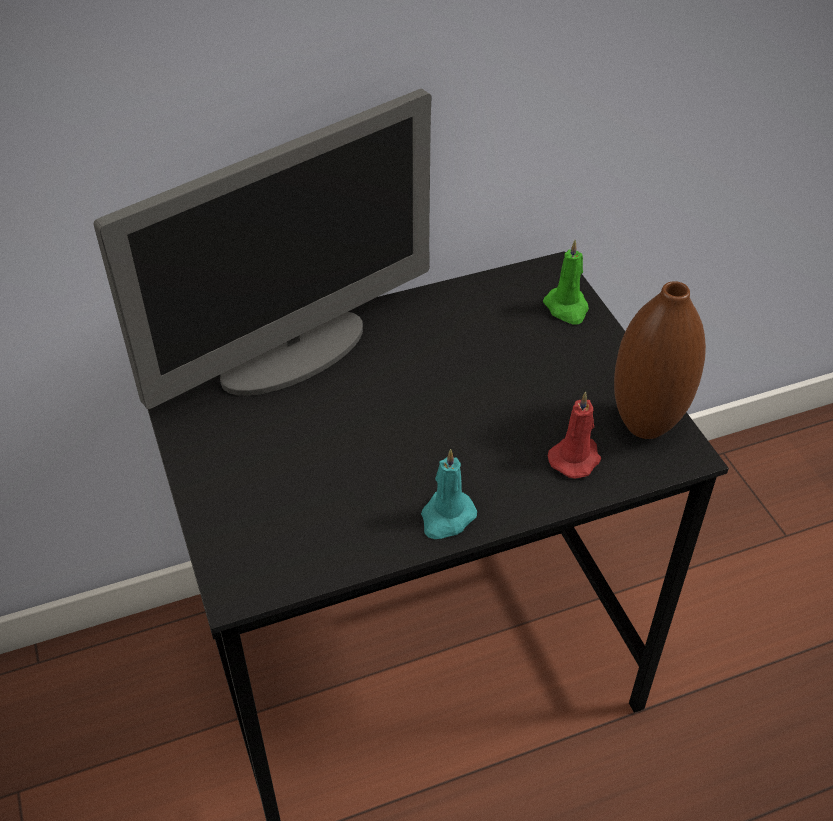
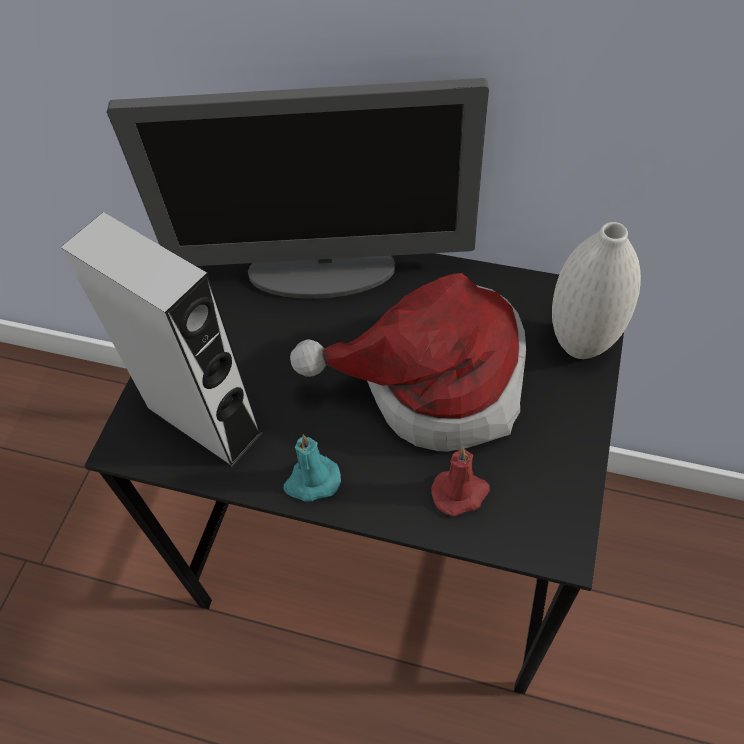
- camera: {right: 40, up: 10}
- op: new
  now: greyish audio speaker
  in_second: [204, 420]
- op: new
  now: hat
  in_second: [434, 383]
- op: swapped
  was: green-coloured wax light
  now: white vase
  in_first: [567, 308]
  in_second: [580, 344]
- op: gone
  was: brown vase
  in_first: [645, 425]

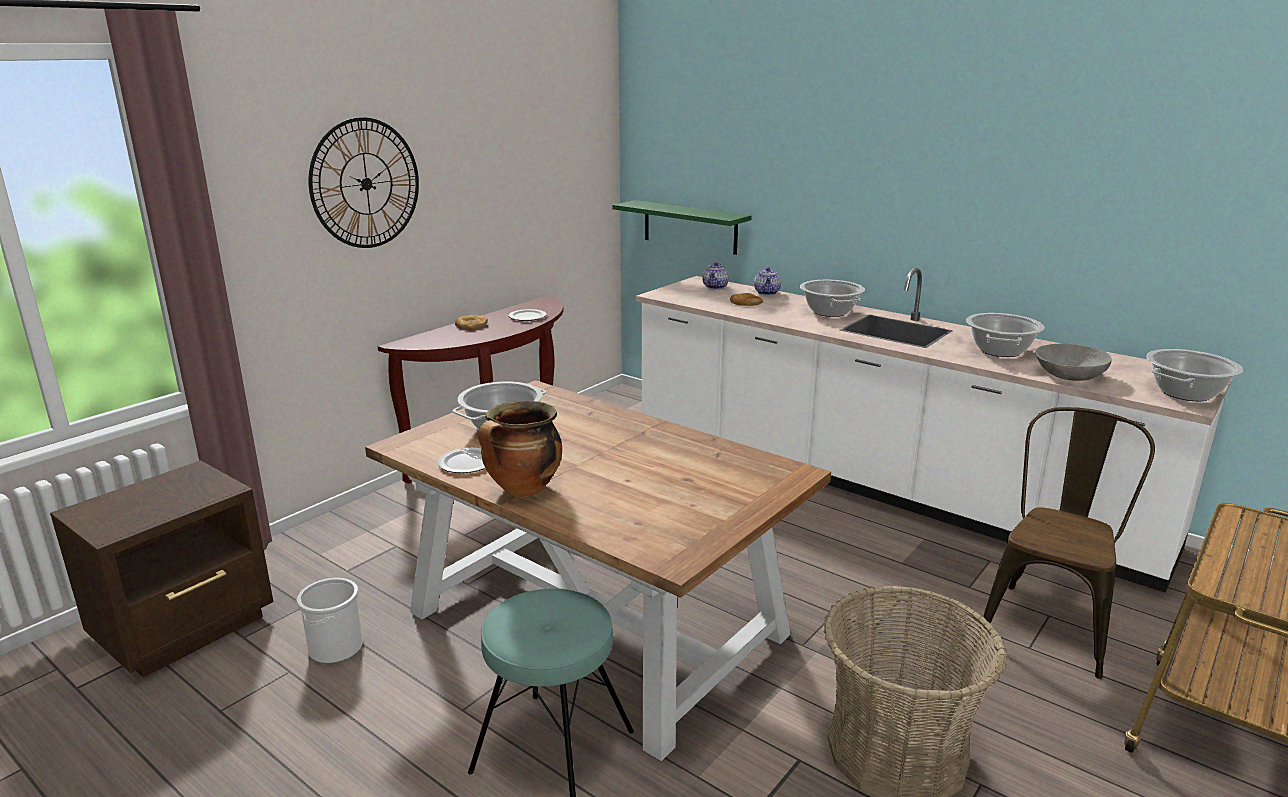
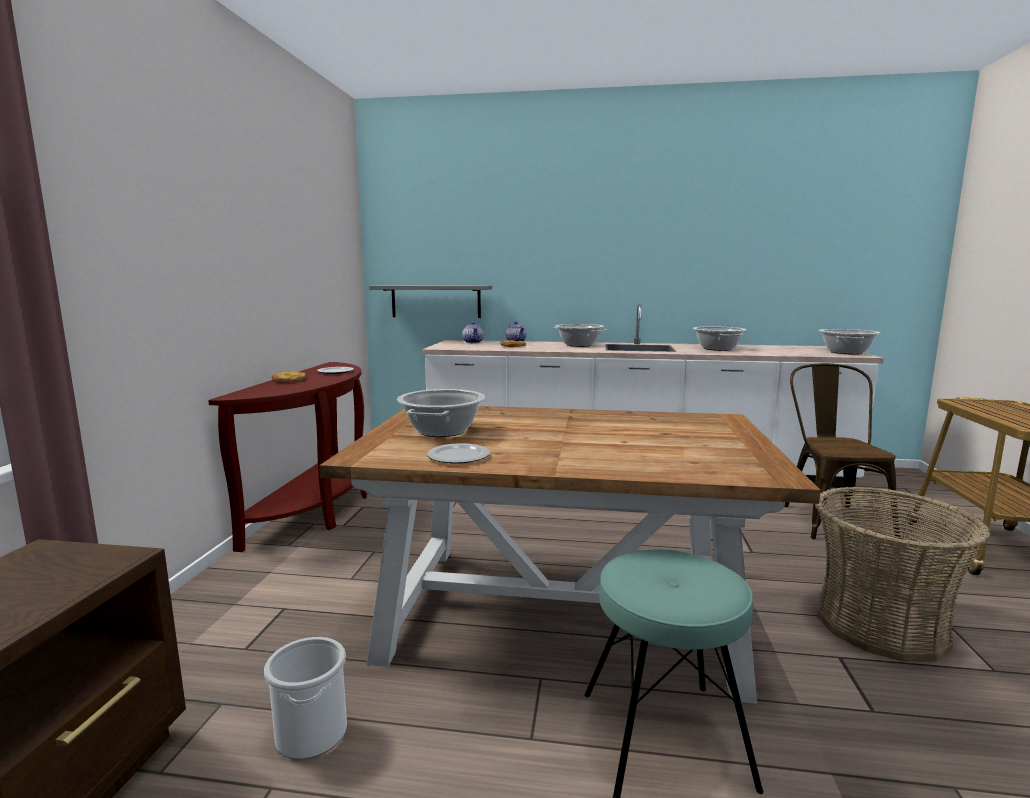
- camera: {right: -30, up: -10}
- op: repainted
  was: green-coloured shelf
  now: greyish shelf
  in_first: [690, 227]
  in_second: [436, 301]
- op: gone
  was: hanging clock
  in_first: [366, 183]
- op: gone
  was: stockpot
  in_first: [523, 490]
- op: gone
  was: greyish serving bowl
  in_first: [1069, 375]

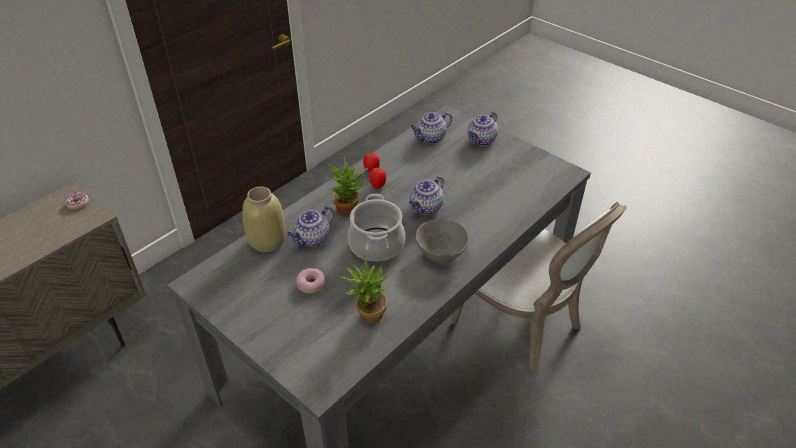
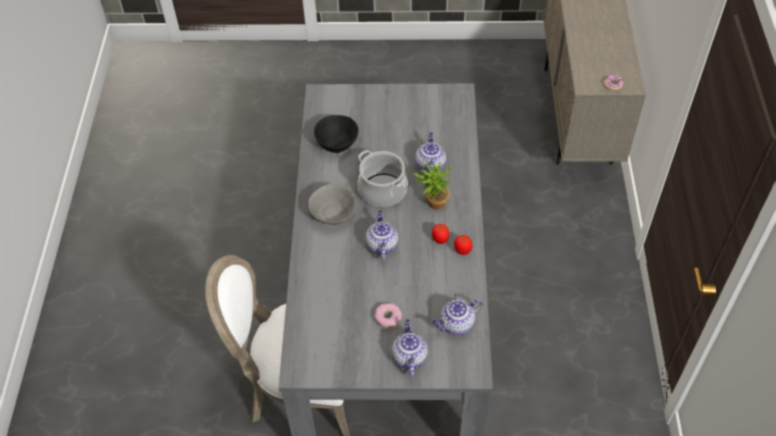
- camera: {right: 140, up: 10}
- op: swapped
  was: potted plant
  now: black-coloured serving bowl
  in_first: [367, 314]
  in_second: [337, 144]
- op: shifted
  was: ring doughnut
  in_first: [310, 284]
  in_second: [388, 317]
- op: rotated
  was: teapot
  in_first: [430, 138]
  in_second: [456, 325]
  clockwise: -135
- op: gone
  was: beige vase
  in_first: [267, 241]

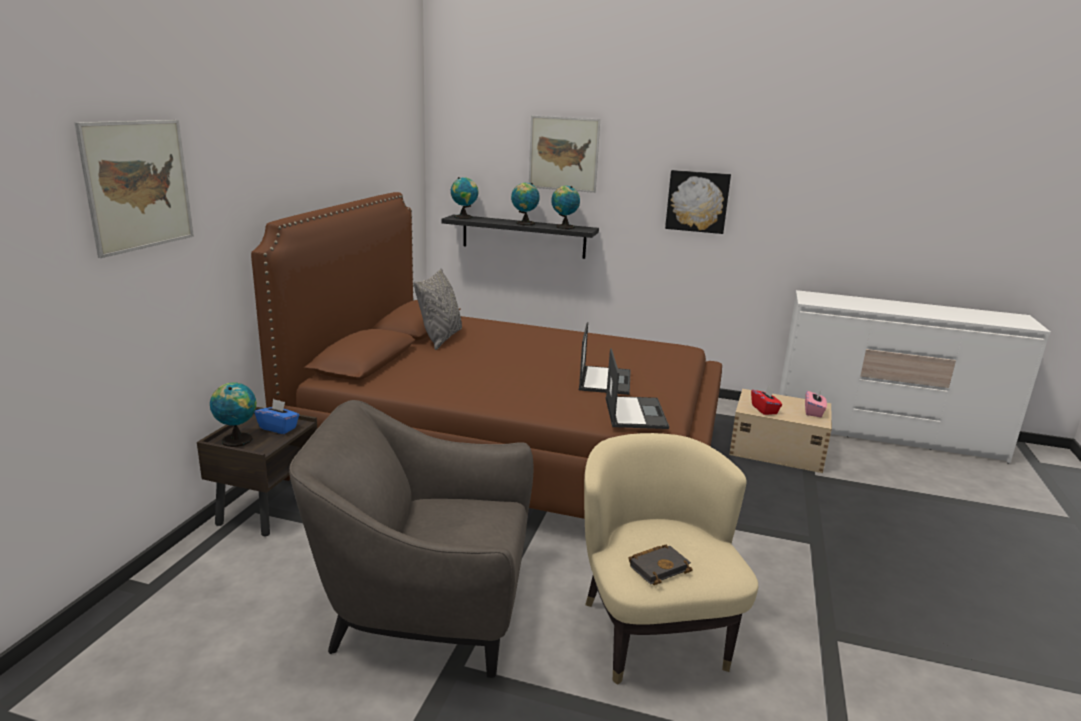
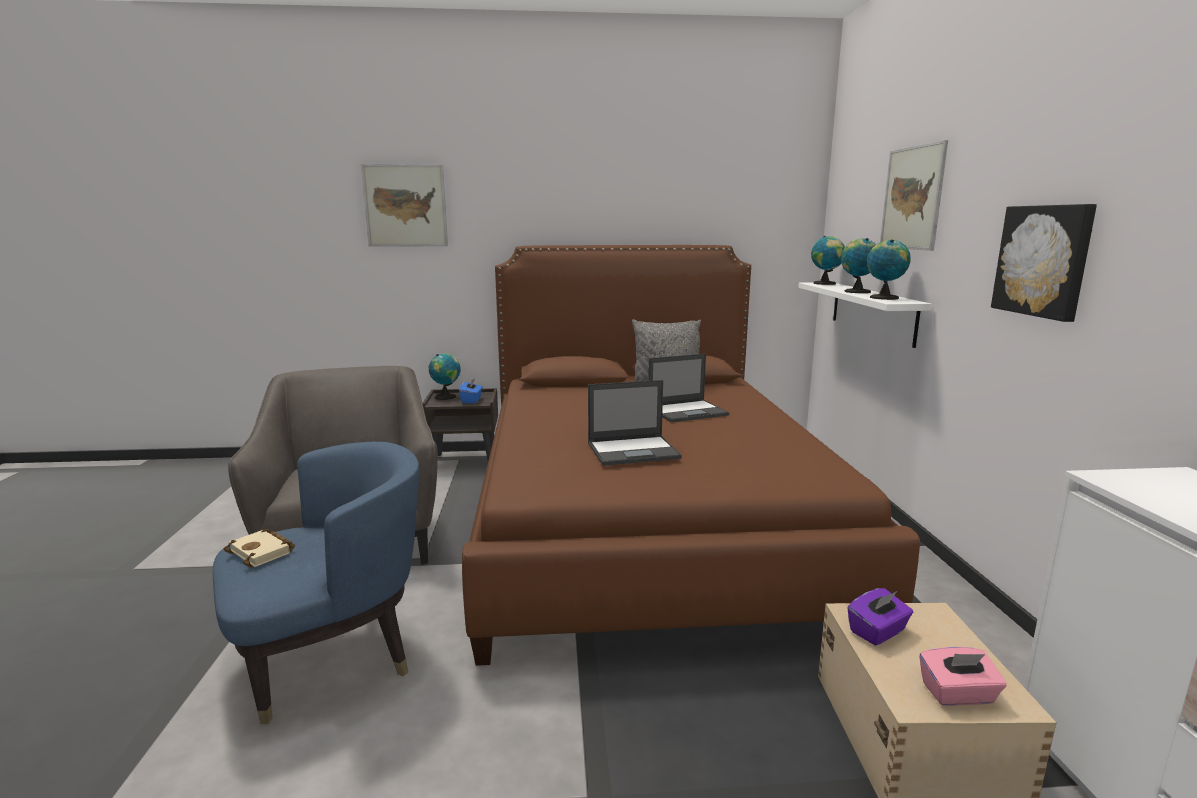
- camera: {right: 70, up: -5}
- op: repainted
  was: beige easy chair
  now: blue easy chair
  in_first: [652, 631]
  in_second: [332, 658]
- op: repainted
  was: black-coloured bound book
  now: beige bound book
  in_first: [659, 567]
  in_second: [263, 552]
- op: shifted
  was: laptop
  in_first: [635, 412]
  in_second: [688, 411]
- op: repainted
  was: black-coloured shelf
  now: white shelf
  in_first: [523, 236]
  in_second: [872, 312]
- op: repainted
  was: reddish box of tissues
  now: purple box of tissues
  in_first: [764, 409]
  in_second: [878, 632]

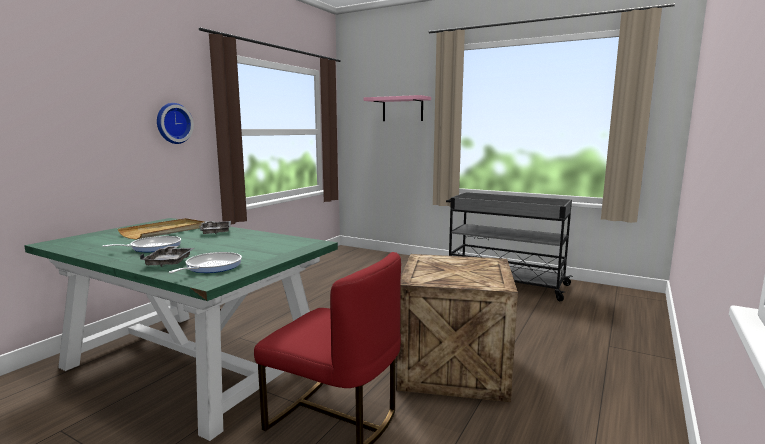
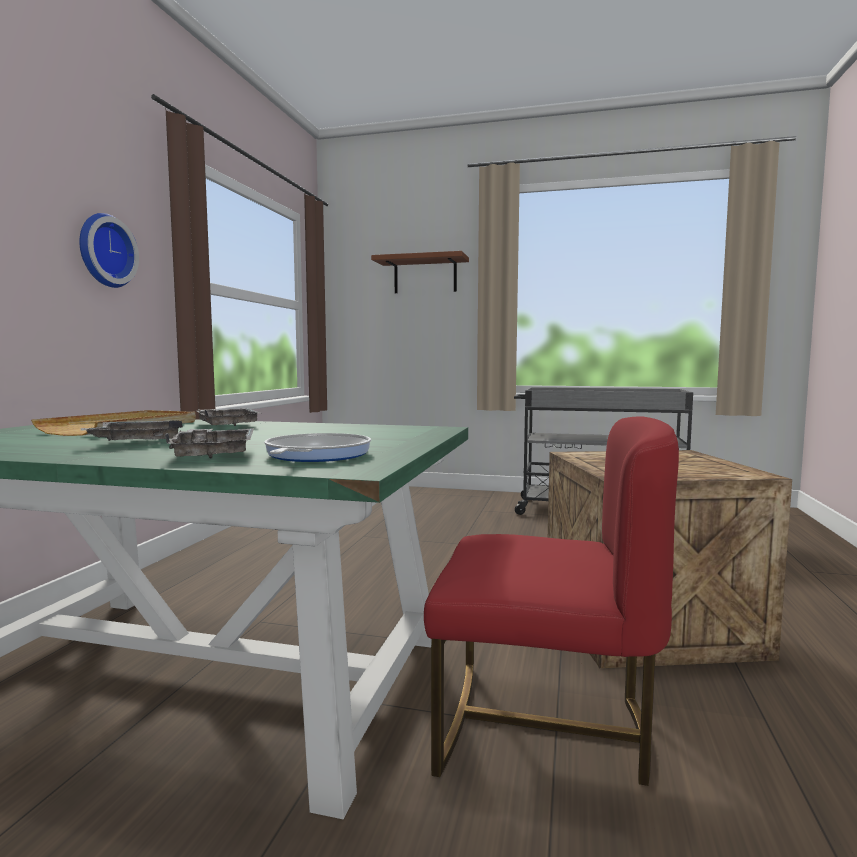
- camera: {right: -15, up: -5}
- op: swapped
  was: pan
  now: greyish tray
  in_first: [153, 247]
  in_second: [138, 442]
- op: repainted
  was: pink shelf
  now: brown shelf
  in_first: [402, 109]
  in_second: [425, 275]

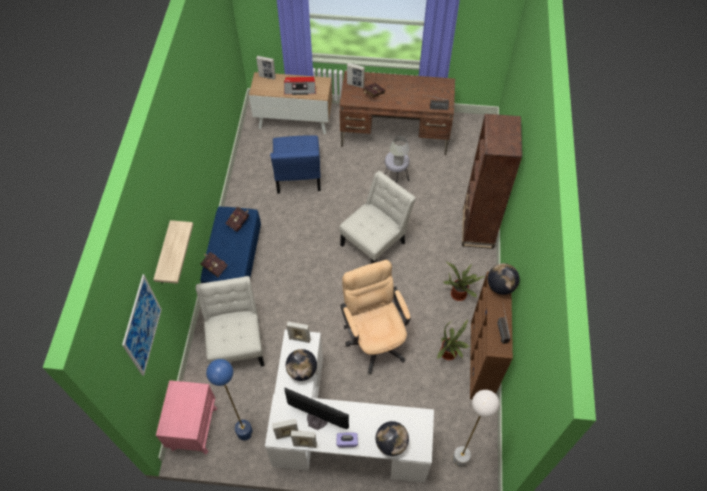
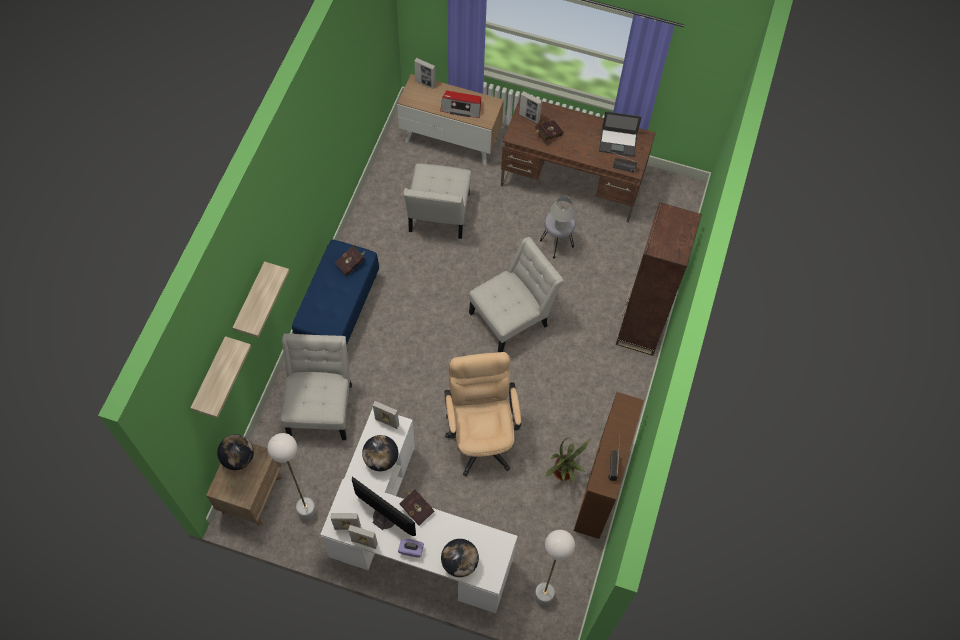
- camera: {right: 10, up: 5}
- op: swapped
  was: wall art
  now: shelf
  in_first: [142, 325]
  in_second: [210, 377]
- op: repainted
  was: pink night table
  now: brown night table
  in_first: [194, 427]
  in_second: [252, 493]
- op: shifted
  was: world globe
  in_first: [500, 286]
  in_second: [238, 458]
- op: repainted
  was: blue floor lamp
  now: white floor lamp
  in_first: [244, 432]
  in_second: [307, 512]
- op: shifted
  was: reddish bound book
  in_first: [214, 267]
  in_second: [416, 508]
- op: repainted
  was: blue chair
  now: white chair
  in_first: [298, 177]
  in_second: [438, 216]
- op: new
  now: laptop
  in_second: [618, 142]
- op: gone
  was: potted plant
  in_first: [459, 293]

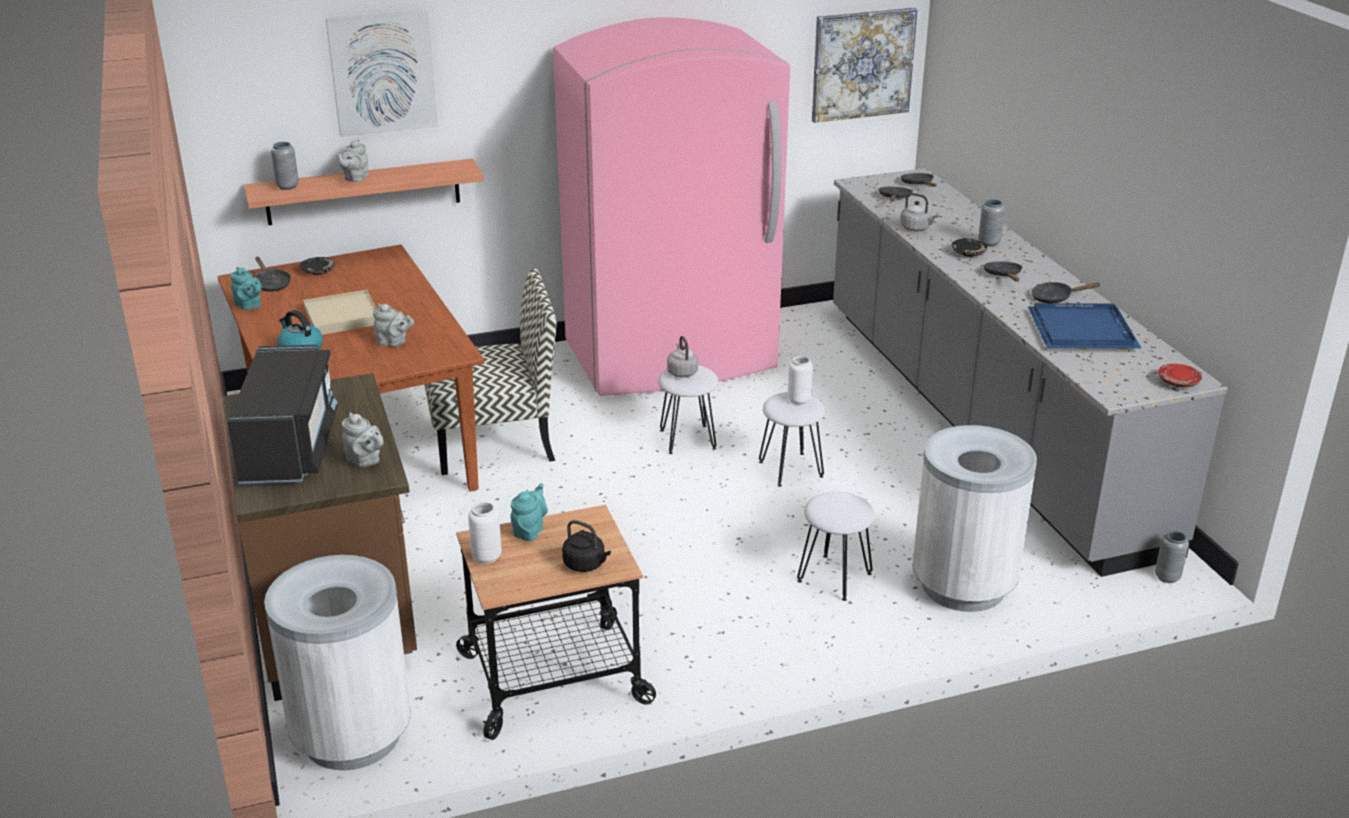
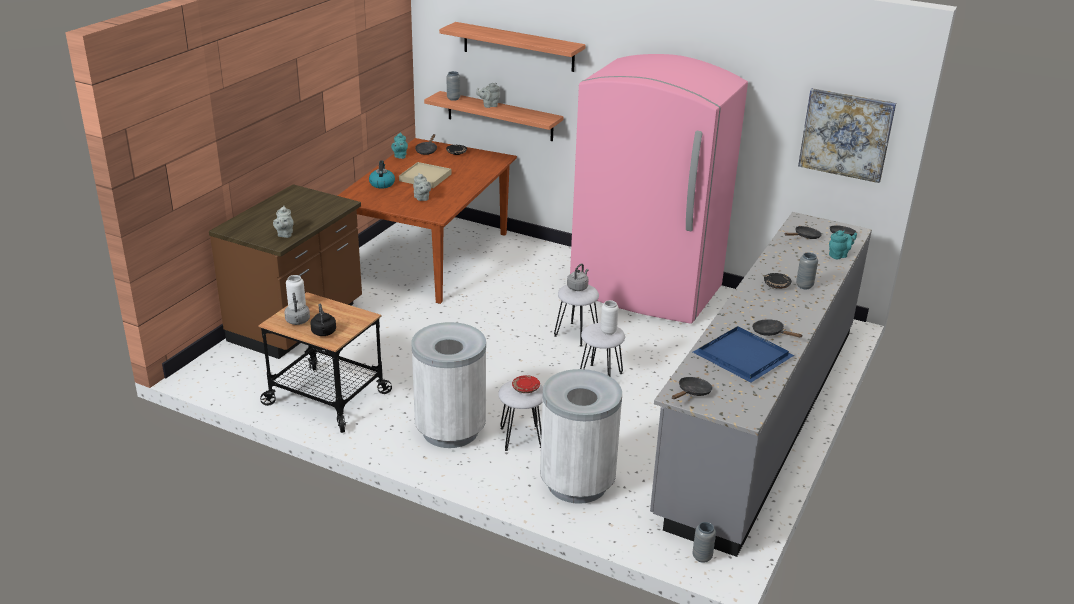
- camera: {right: 45, up: 0}
- op: shifted
  was: greyish kettle
  in_first: [916, 228]
  in_second: [298, 322]
- op: shifted
  was: white waste bin
  in_first: [351, 736]
  in_second: [450, 430]
- op: swapped
  was: wall art
  now: shelf
  in_first: [382, 72]
  in_second: [518, 47]
- op: shifted
  was: reddish dinner plate
  in_first: [1178, 382]
  in_second: [525, 389]
- op: shifted
  was: black-coloured pan
  in_first: [1003, 275]
  in_second: [692, 392]
- op: shifted
  was: blue-green teapot
  in_first: [530, 530]
  in_second: [839, 255]
- op: gone
  was: black-coloured microwave
  in_first: [290, 446]
- op: gone
  was: chair
  in_first: [495, 441]

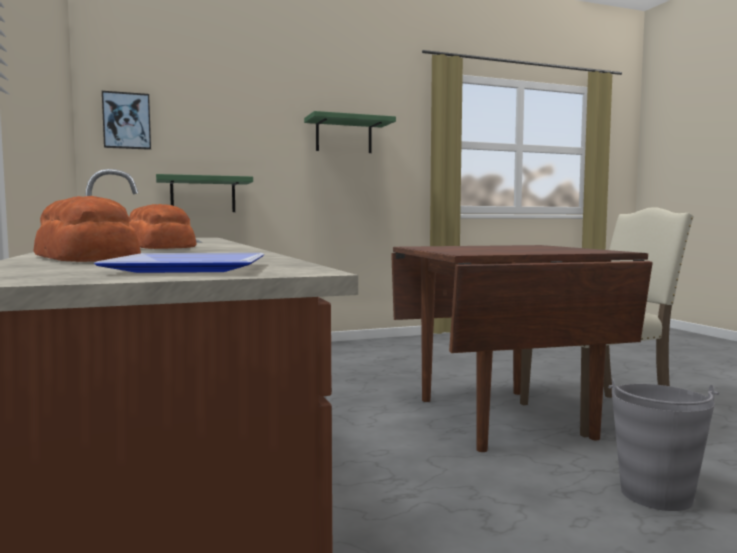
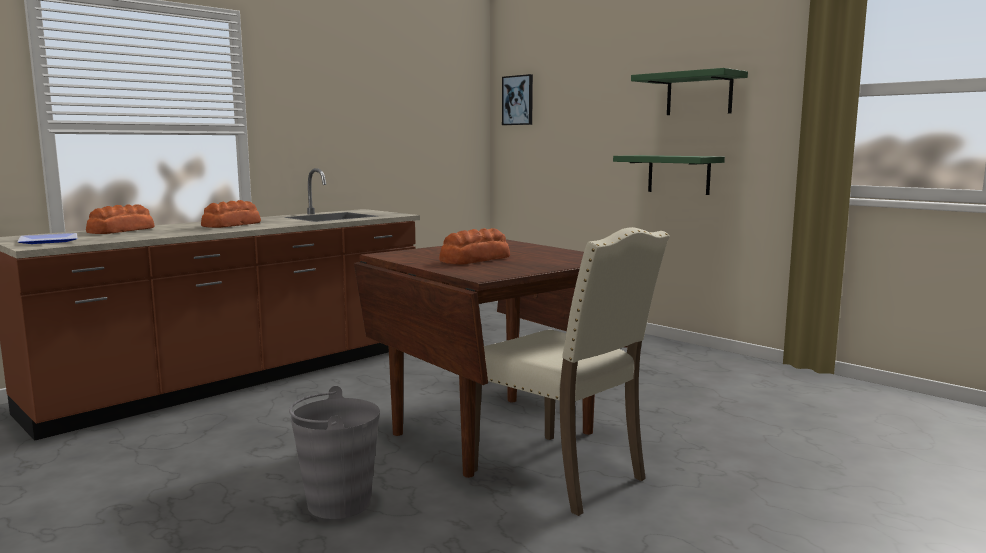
- camera: {right: 65, up: 5}
- op: new
  now: baked bread
  in_second: [474, 259]
- op: shifted
  was: green-coloured shelf
  in_first: [203, 195]
  in_second: [678, 174]

